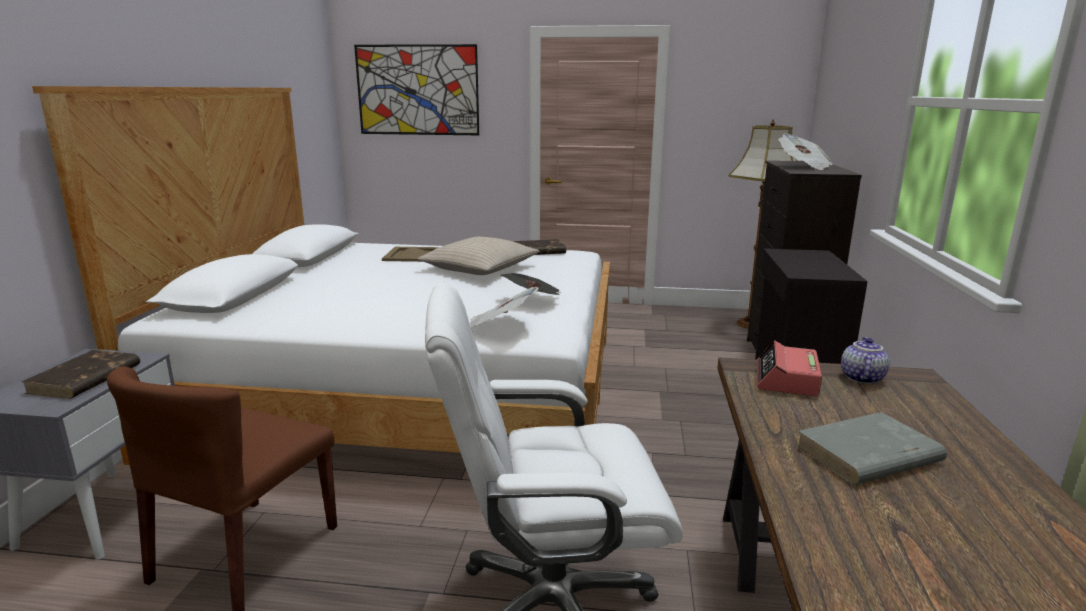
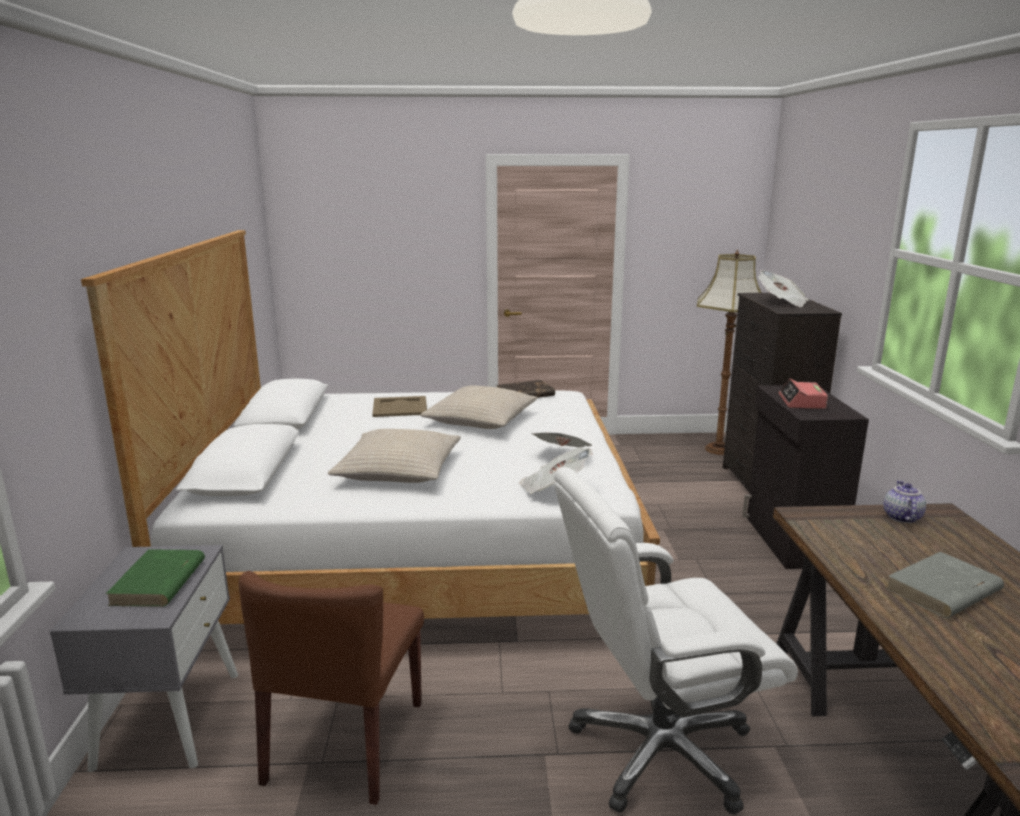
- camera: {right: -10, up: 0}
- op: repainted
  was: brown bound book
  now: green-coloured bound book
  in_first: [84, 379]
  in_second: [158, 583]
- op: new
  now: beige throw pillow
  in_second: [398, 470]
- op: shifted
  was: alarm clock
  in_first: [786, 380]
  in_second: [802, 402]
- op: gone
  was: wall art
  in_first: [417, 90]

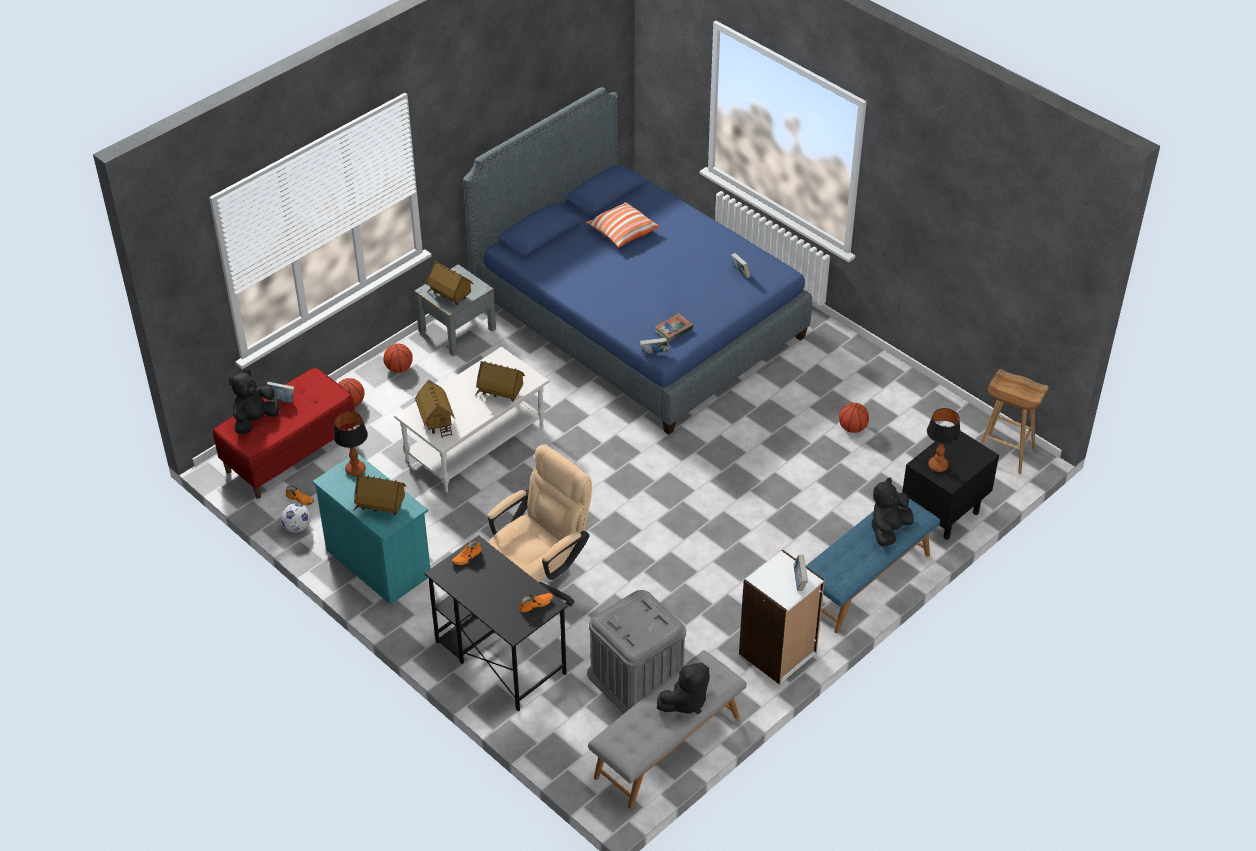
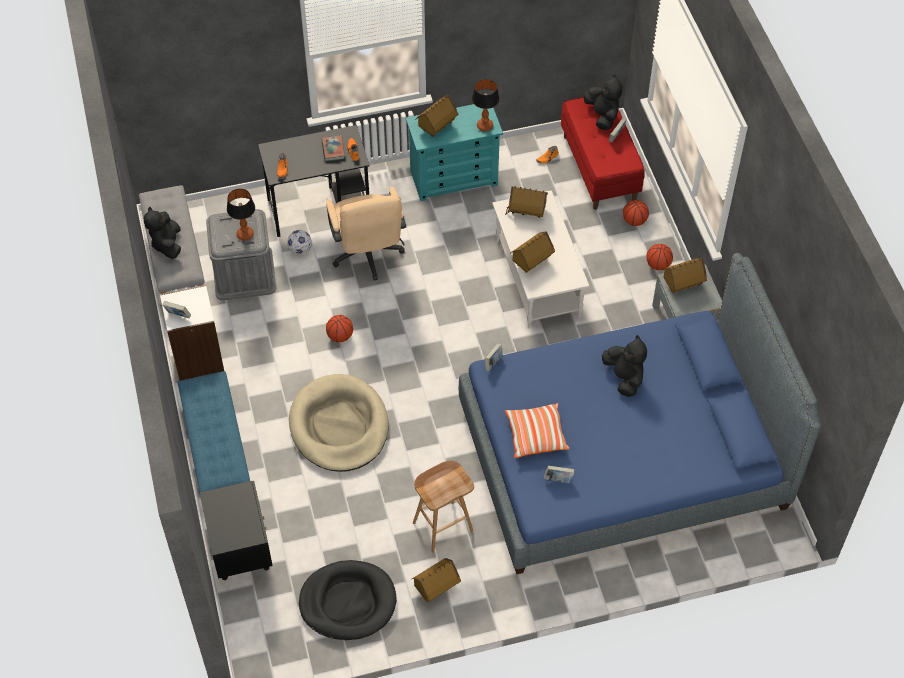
- camera: {right: 120, up: 10}
- op: shifted
  was: lamp for a table
  in_first: [938, 465]
  in_second: [245, 235]
- op: shifted
  was: football ball
  in_first: [297, 527]
  in_second: [300, 249]
- op: new
  now: beige pet bed
  in_second: [339, 426]
- op: new
  now: black-coloured pet bed
  in_second: [348, 602]
- op: shifted
  was: bound book
  in_first: [673, 330]
  in_second: [333, 150]
- op: shifted
  was: basketball ball
  in_first: [852, 428]
  in_second: [340, 336]
- op: new
  now: model house
  in_second: [436, 587]
- op: shifted
  was: brown stool
  in_first: [1003, 453]
  in_second: [443, 526]
- op: shifted
  was: throw pillow
  in_first: [622, 232]
  in_second: [535, 435]
- op: shifted
  was: black-coloured cuddly toy
  in_first: [888, 530]
  in_second: [624, 377]

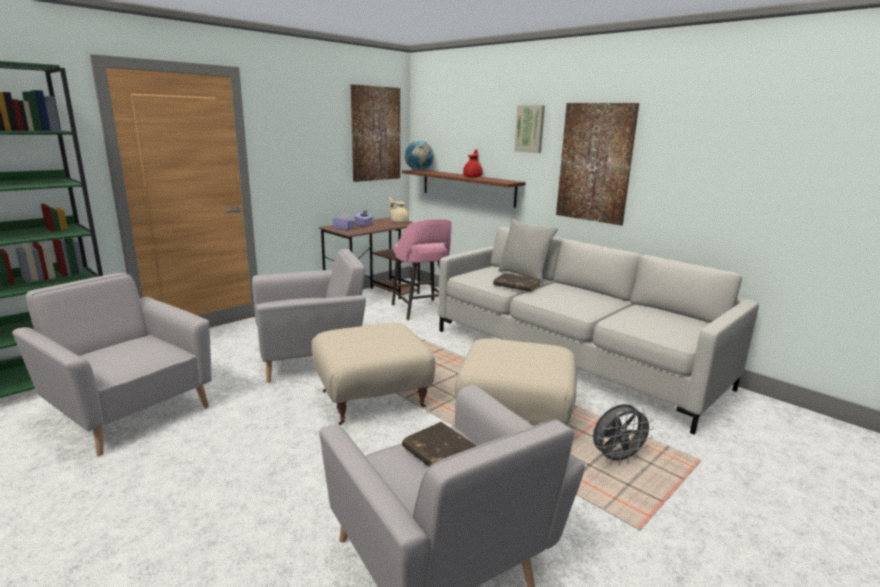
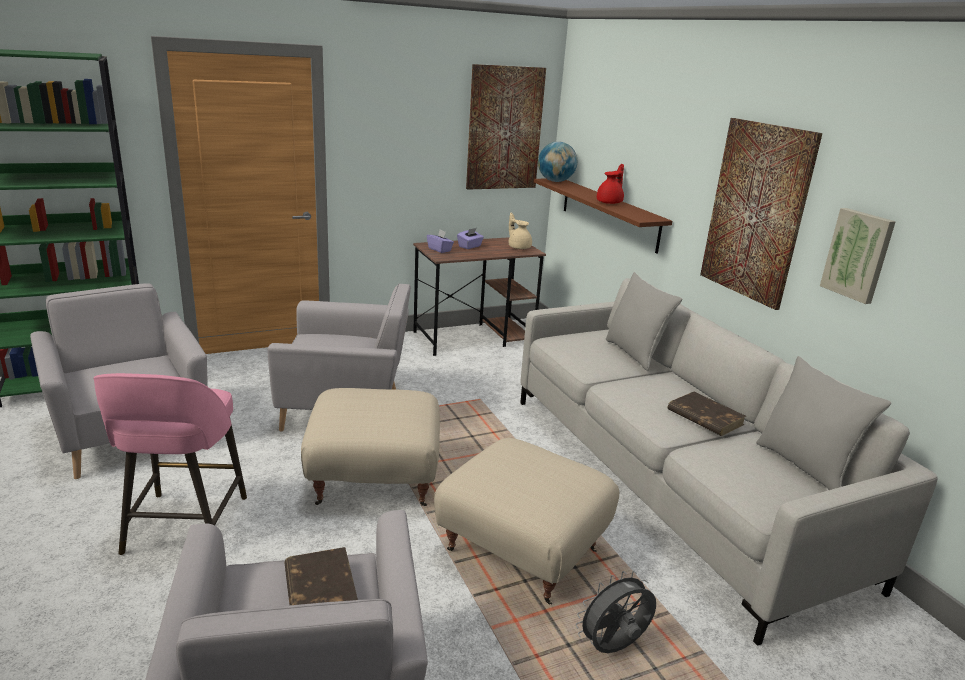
- camera: {right: 20, up: 5}
- op: shifted
  was: pink stool
  in_first: [421, 310]
  in_second: [184, 527]
- op: rotated
  was: greyish fan
  in_first: [617, 459]
  in_second: [613, 648]
  clockwise: 150
- op: shifted
  was: brown bound book
  in_first: [516, 285]
  in_second: [704, 417]
- op: new
  now: greyish throw pillow
  in_second: [805, 466]
- op: shifted
  was: wall art
  in_first: [530, 129]
  in_second: [858, 255]

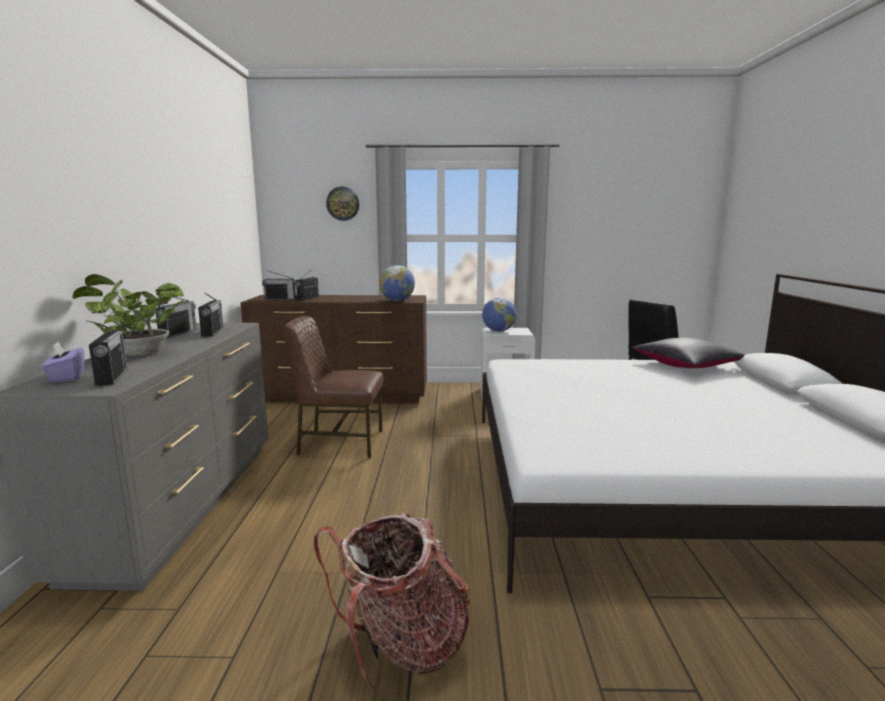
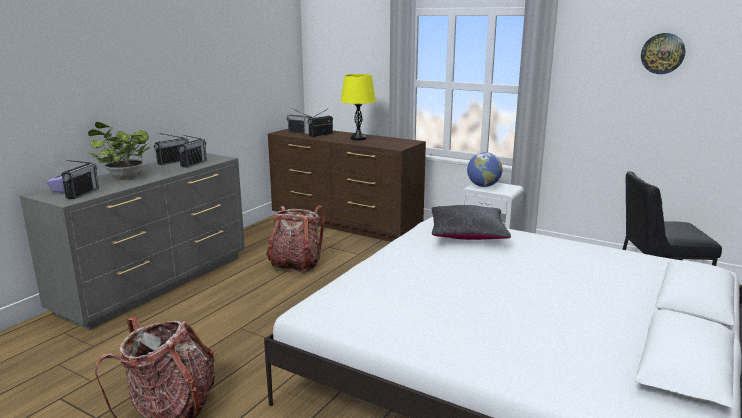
- camera: {right: 30, up: 5}
- op: swapped
  was: brown chair
  now: knapsack
  in_first: [339, 442]
  in_second: [295, 264]
- op: new
  now: yellow-coloured lamp for a table
  in_second: [358, 138]
- op: shifted
  was: black-coloured throw pillow
  in_first: [686, 365]
  in_second: [467, 234]
- op: shifted
  was: hanging clock
  in_first: [343, 203]
  in_second: [662, 53]
- op: gone
  was: world globe
  in_first: [397, 301]

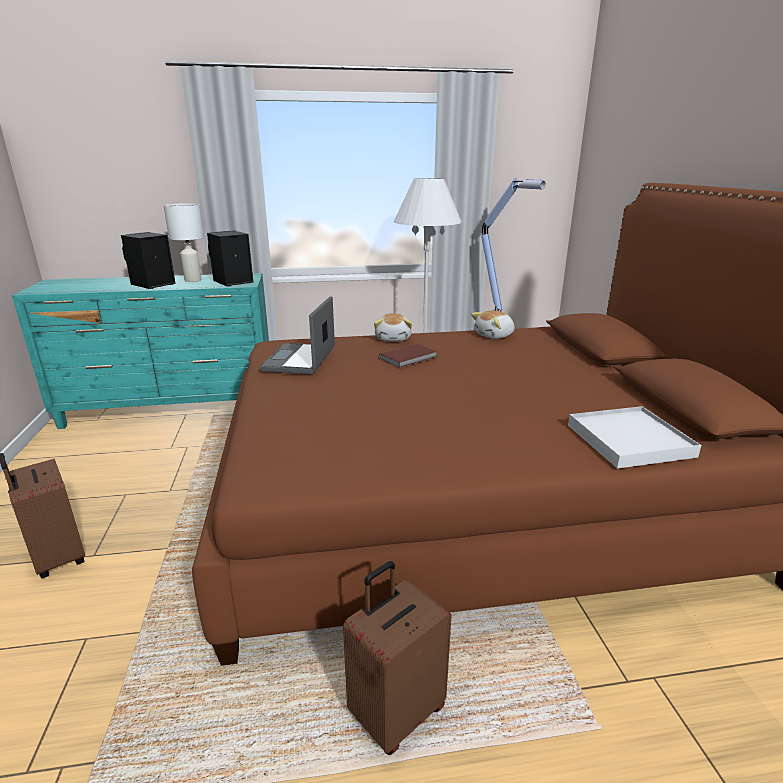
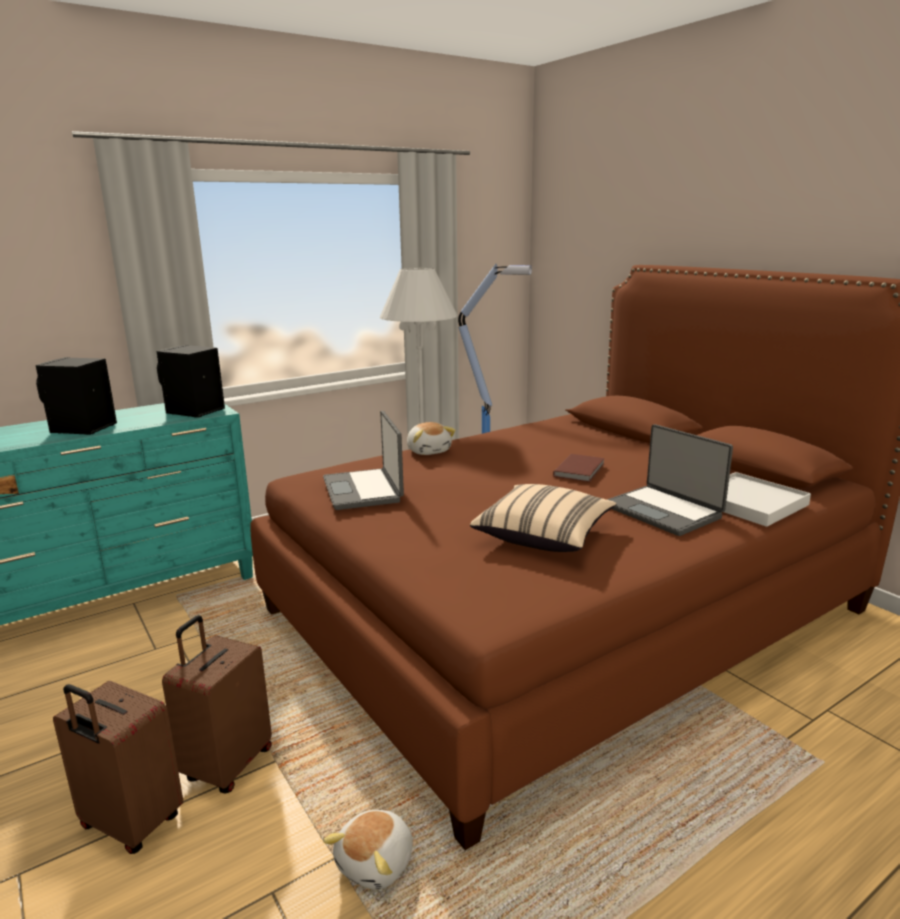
- camera: {right: -25, up: -5}
- op: shifted
  was: brown travel case
  in_first: [396, 712]
  in_second: [227, 765]
- op: shifted
  was: cuddly toy
  in_first: [494, 336]
  in_second: [377, 863]
- op: new
  now: beige throw pillow
  in_second: [544, 535]
- op: shifted
  was: brown bound book
  in_first: [409, 358]
  in_second: [580, 470]
- op: new
  now: laptop
  in_second: [664, 511]
- op: gone
  was: white lamp for a table
  in_first: [193, 280]

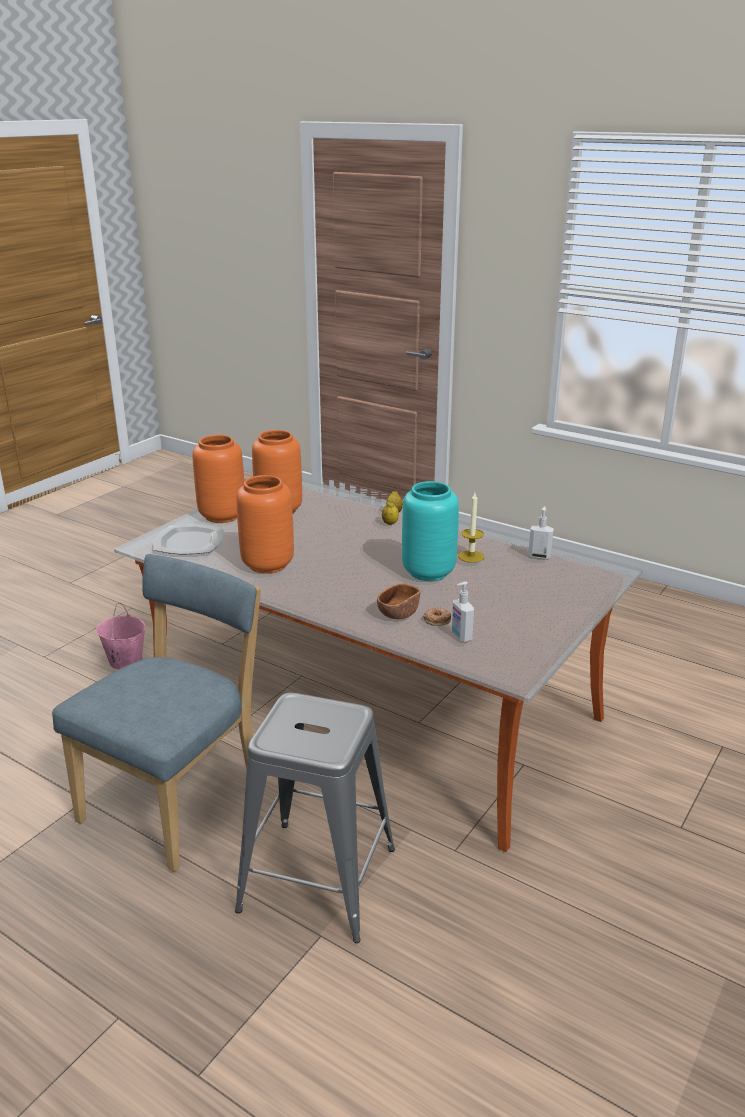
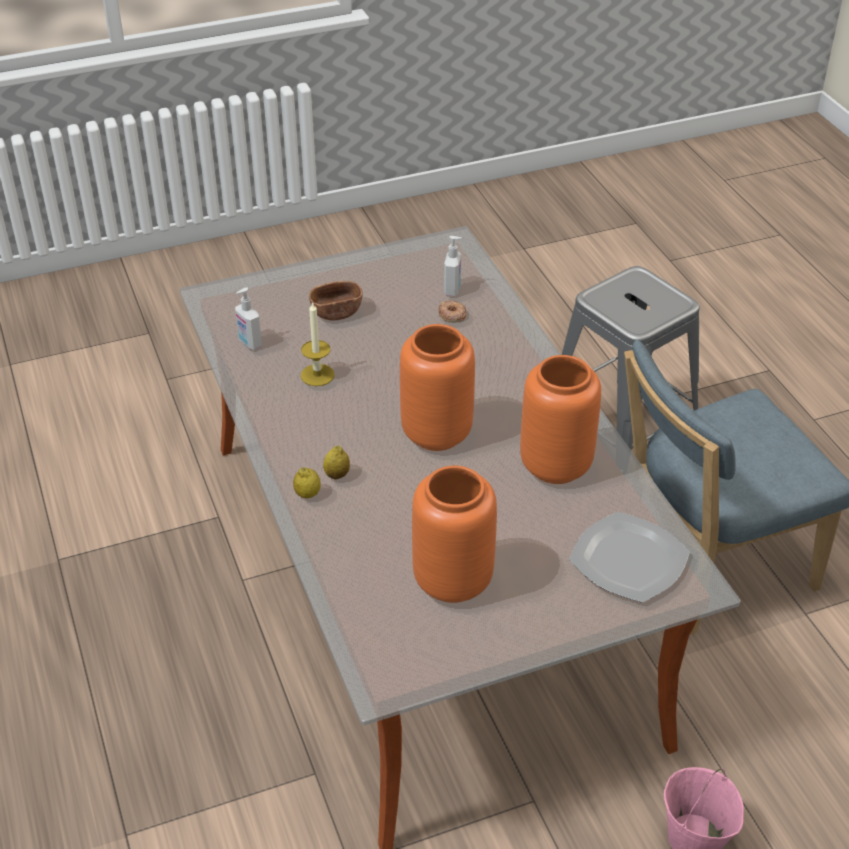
- camera: {right: -145, up: 15}
- op: shifted
  was: brown serving bowl
  in_first: [398, 612]
  in_second: [337, 312]
- op: shifted
  was: orange-coloured vase
  in_first: [221, 516]
  in_second: [437, 434]
- op: gone
  was: blue-green vase
  in_first: [429, 572]

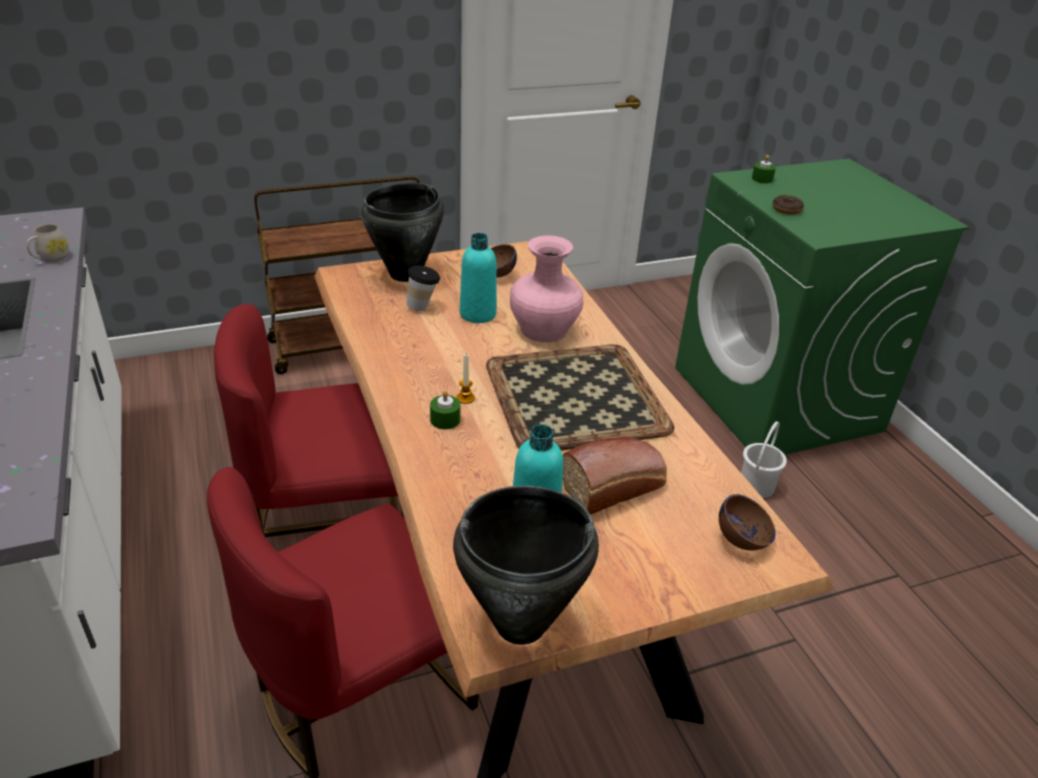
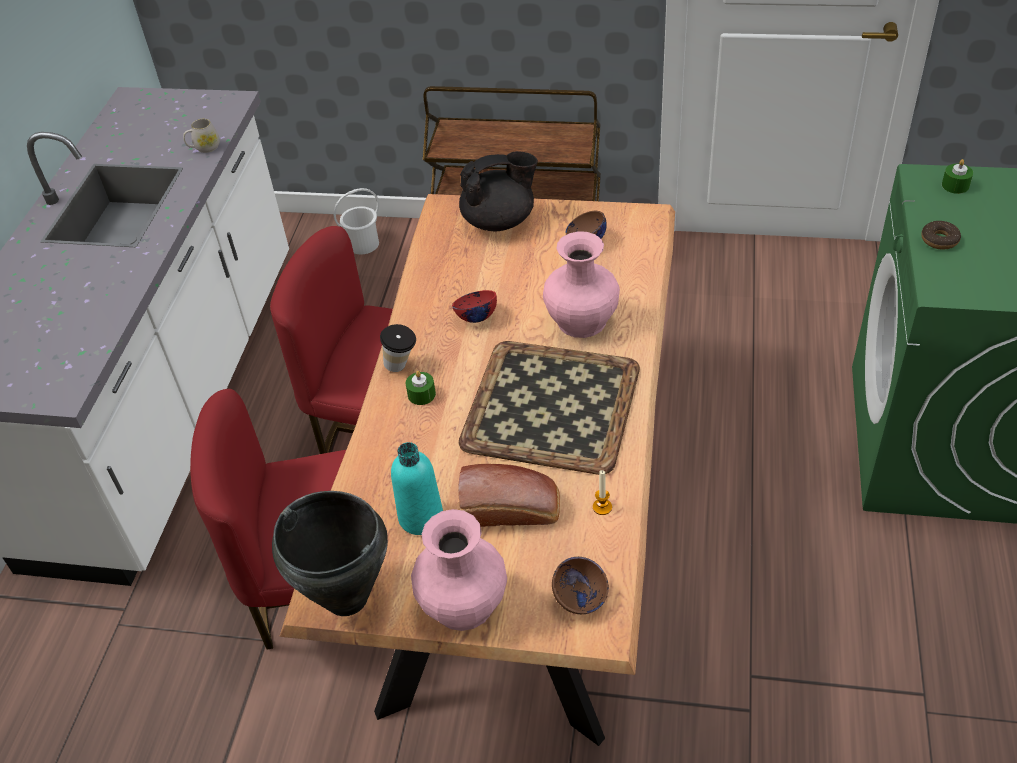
- camera: {right: 35, up: 10}
- op: shifted
  was: white water bucket
  in_first: [755, 485]
  in_second: [363, 244]
- op: shifted
  was: drinking cup
  in_first: [423, 307]
  in_second: [402, 366]
- op: new
  now: pink vase
  in_second: [464, 603]
- op: new
  now: reddish serving bowl
  in_second: [476, 317]
- op: swapped
  was: black-coloured stockpot
  now: black-coloured teapot
  in_first: [406, 274]
  in_second: [500, 221]
- op: shifted
  was: wax light
  in_first: [465, 398]
  in_second: [602, 507]
- op: gone
  was: blue-green bottle
  in_first: [478, 314]

